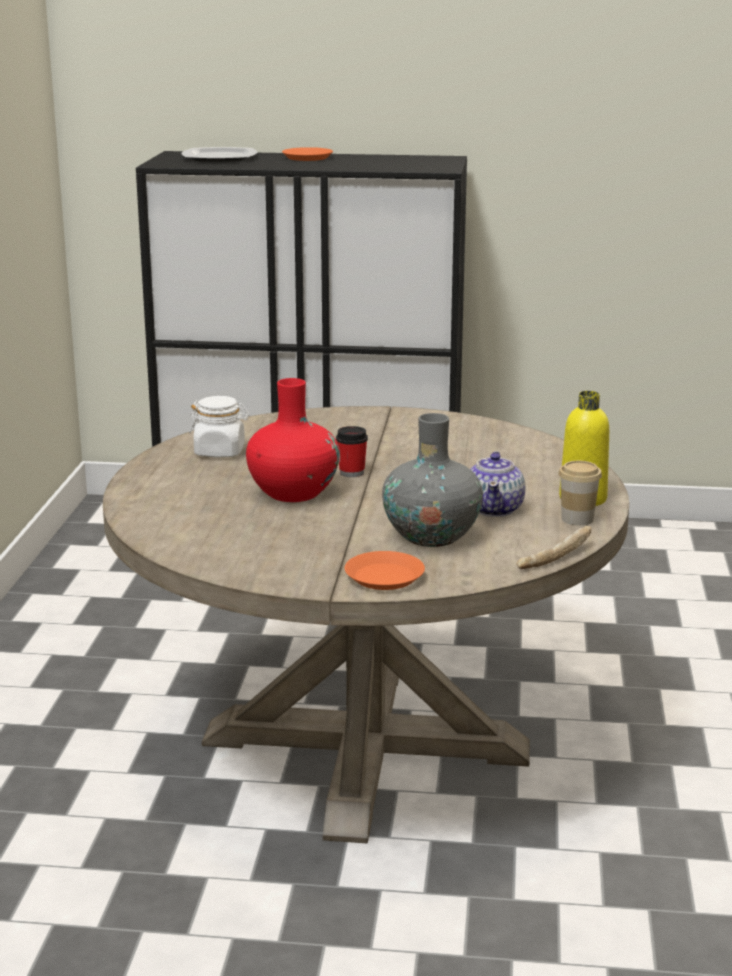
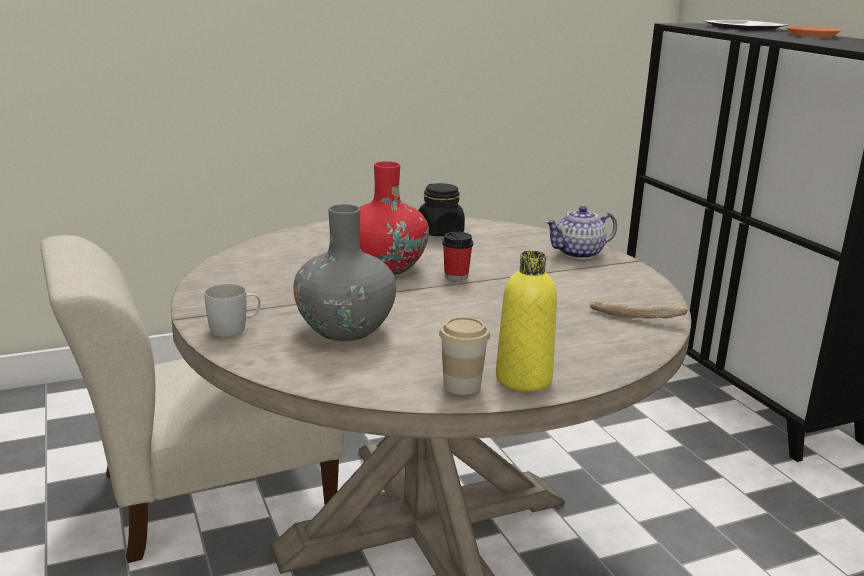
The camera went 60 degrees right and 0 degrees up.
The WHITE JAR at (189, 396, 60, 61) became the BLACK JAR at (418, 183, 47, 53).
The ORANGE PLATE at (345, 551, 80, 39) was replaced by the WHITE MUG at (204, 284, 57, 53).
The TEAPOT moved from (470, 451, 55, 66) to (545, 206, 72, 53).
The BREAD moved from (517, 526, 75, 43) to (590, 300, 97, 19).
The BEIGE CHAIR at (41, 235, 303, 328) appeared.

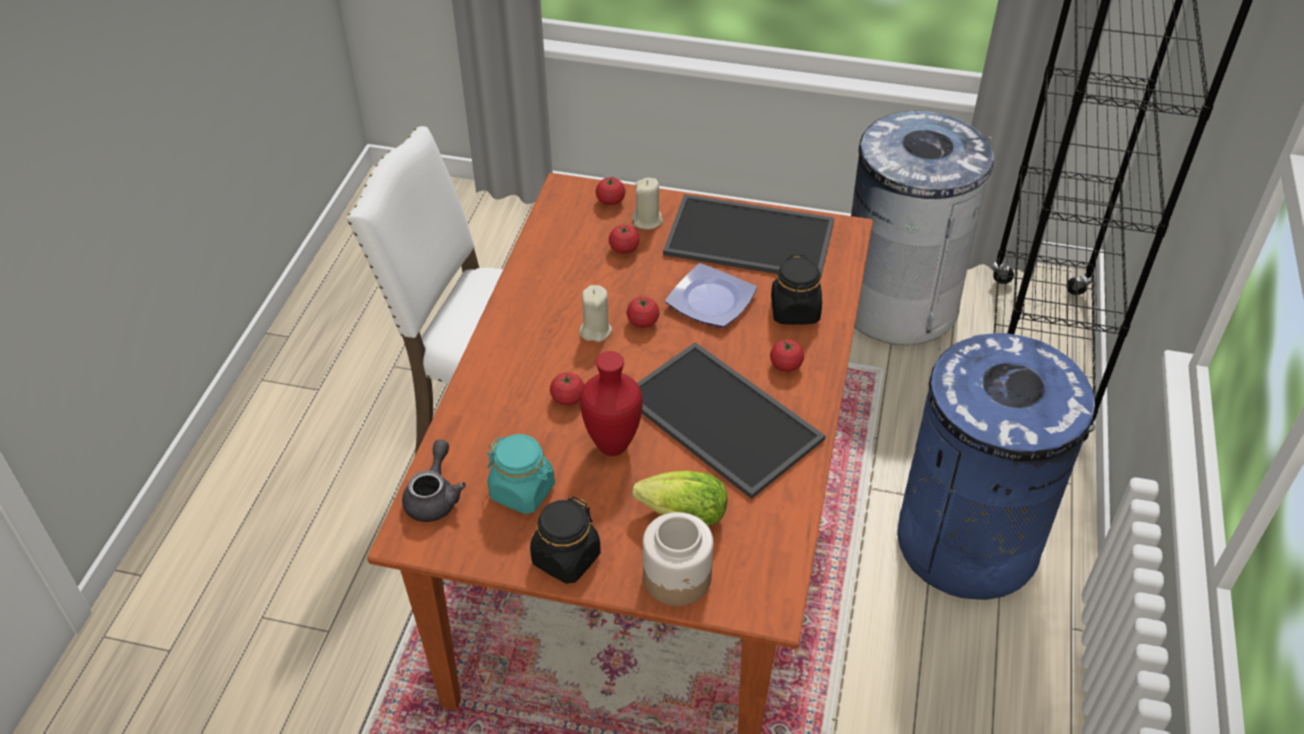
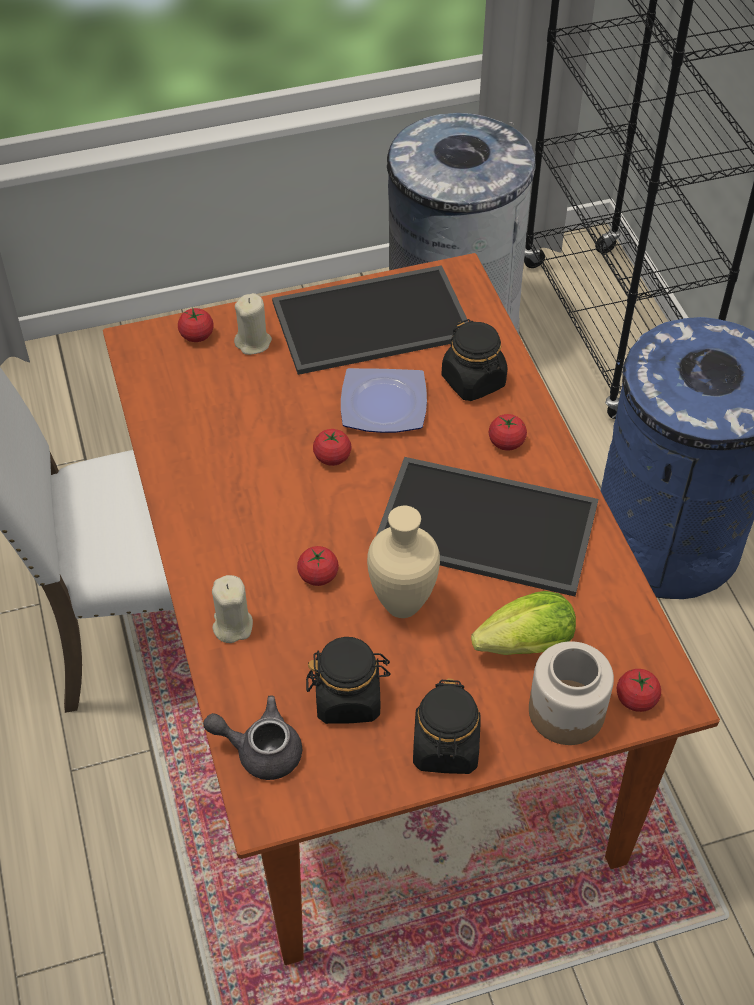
The camera went 30 degrees left and 5 degrees up.
The GREY TEAPOT at (402, 440, 64, 82) turned 60 degrees counterclockwise.
The TURQUOISE JAR at (487, 434, 68, 80) became the BLACK JAR at (306, 637, 85, 87).
The BEIGE CANDLE moved from (580, 285, 32, 57) to (212, 575, 41, 68).
The RED VASE at (580, 351, 63, 105) became the BEIGE VASE at (367, 506, 73, 112).
The TOMATO moved from (609, 225, 31, 29) to (617, 669, 44, 43).

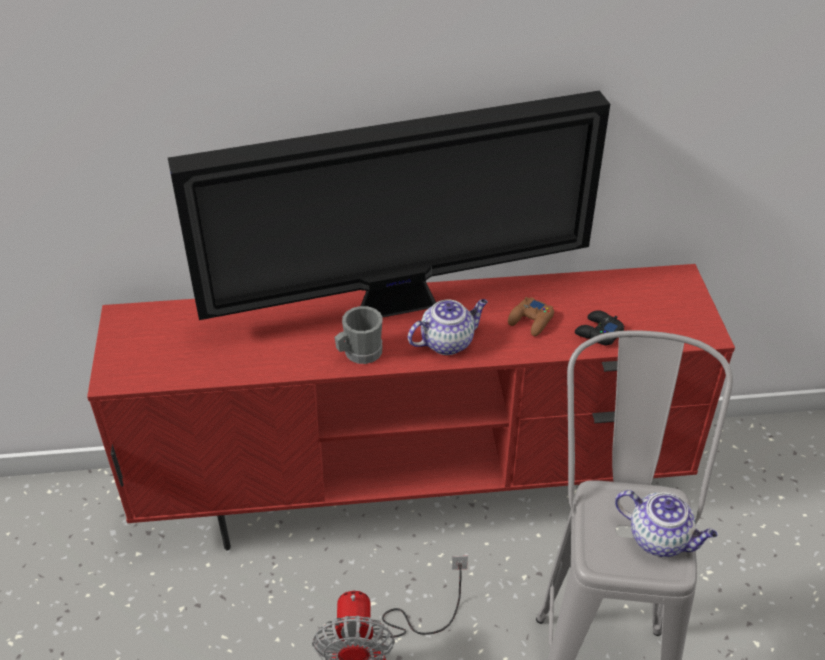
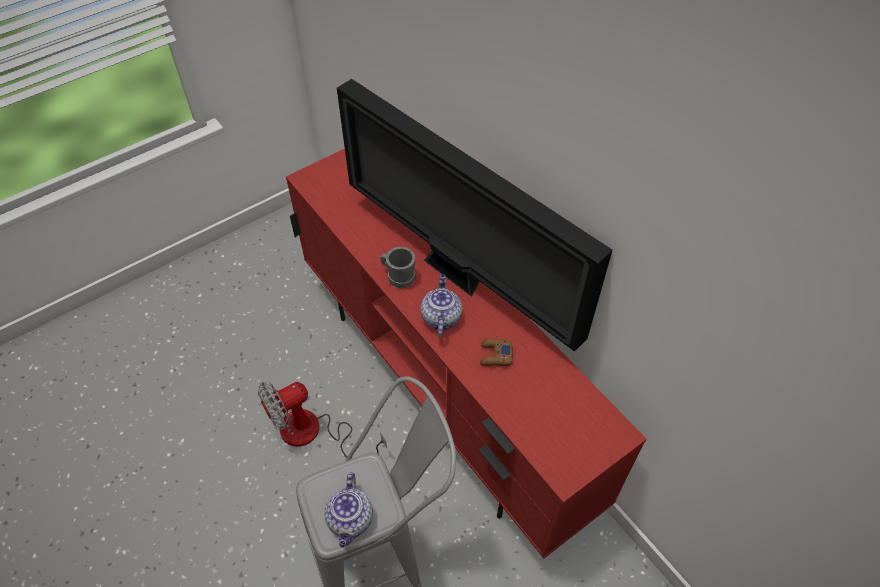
The camera went 60 degrees right and 10 degrees up.
The TEAPOT at (408, 299, 80, 56) turned 120 degrees counterclockwise.
The BLACK GAME CONTROLLER at (575, 310, 49, 35) disappeared.

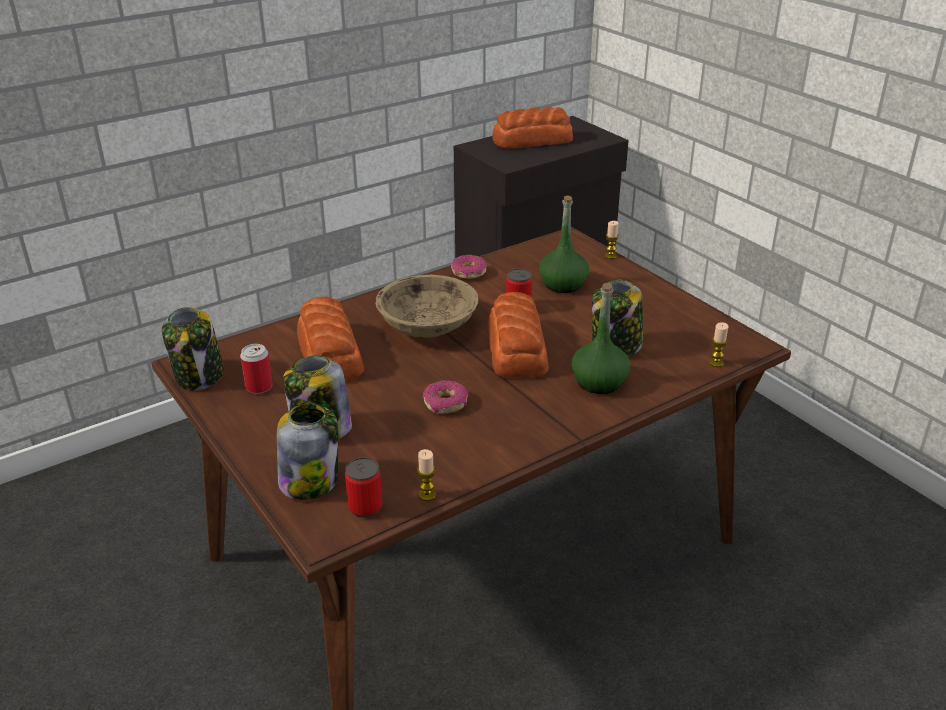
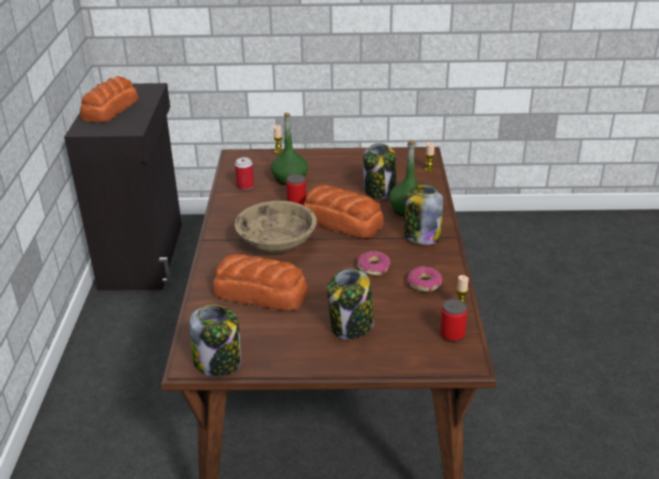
The camera went 55 degrees left and 0 degrees up.
The CAN moved from (240, 344, 33, 50) to (235, 157, 19, 33).
The JAR moved from (277, 403, 61, 97) to (404, 184, 39, 61).
The DONUT moved from (451, 254, 36, 25) to (407, 266, 36, 26).

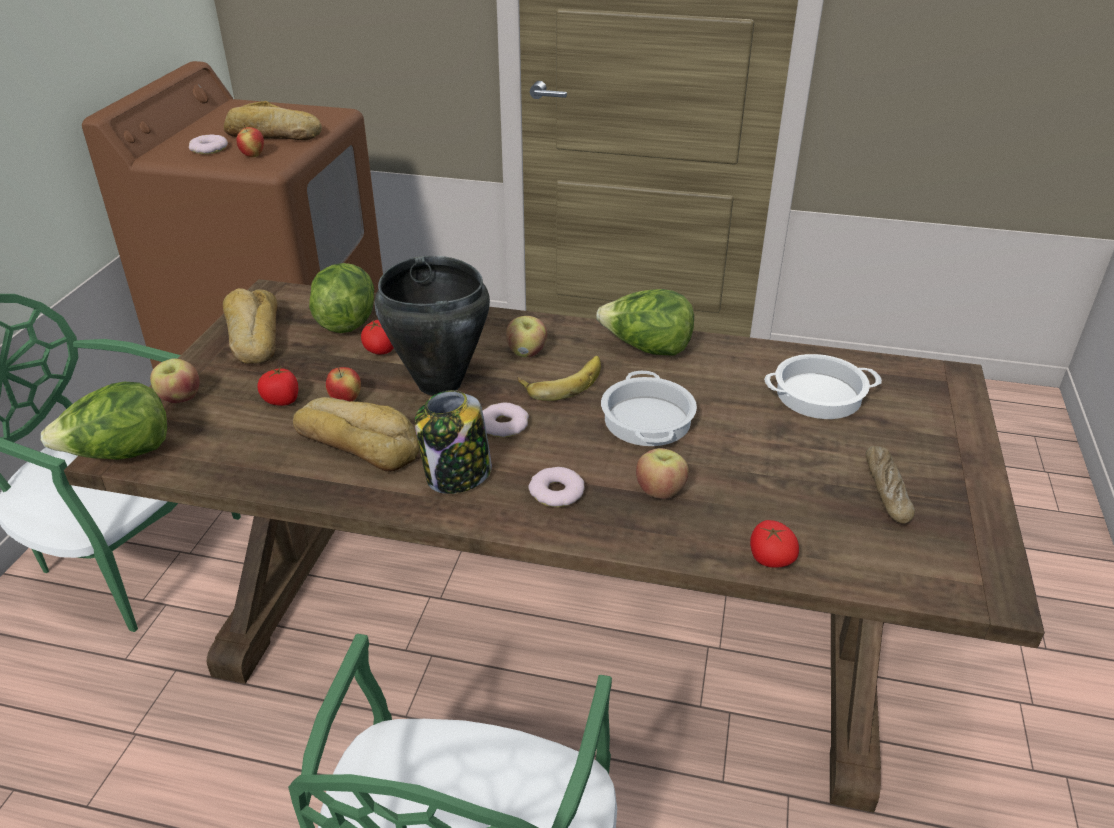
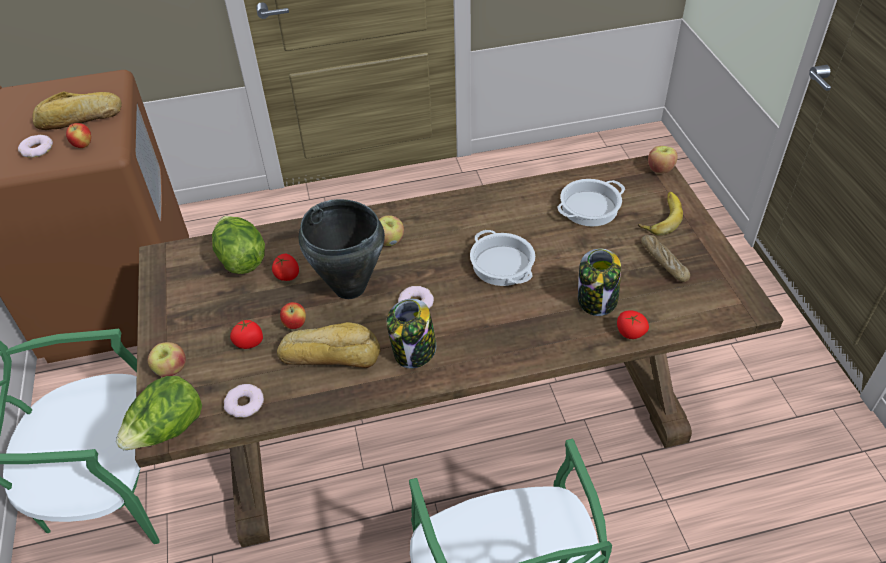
The camera went 25 degrees left and 10 degrees up.
The BREAD at (223, 288, 55, 76) disappeared.
The BANANA moved from (518, 356, 83, 45) to (638, 192, 45, 44).
The DONUT moved from (528, 467, 57, 40) to (224, 384, 40, 34).
The LETTUCE at (596, 289, 98, 67) disappeared.
The APPLE moved from (636, 448, 53, 51) to (648, 146, 30, 28).
The JAR at (578, 249, 43, 67) appeared.

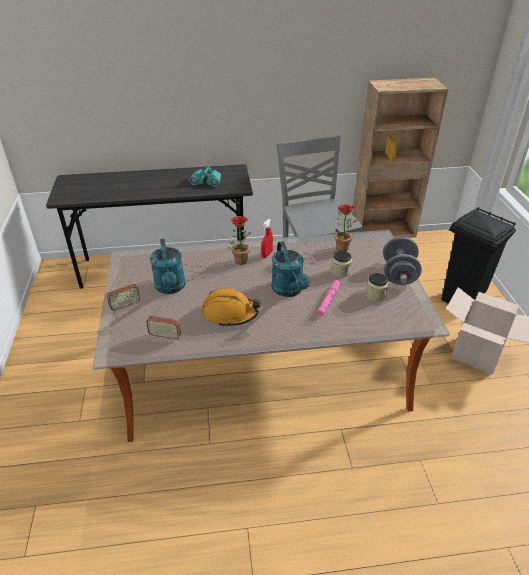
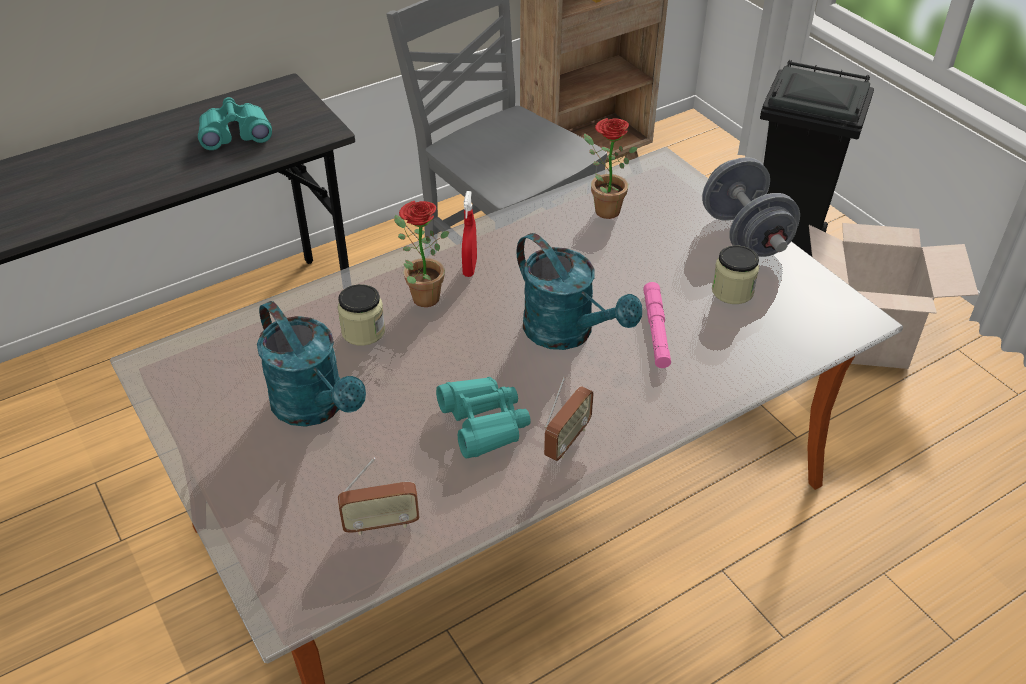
The camera went 25 degrees left and 5 degrees up.
The RADIO moved from (106, 274, 34, 37) to (544, 377, 50, 84).
The ORANGE HARD HAT at (202, 288, 59, 39) was replaced by the TURQUOISE BINOCULARS at (436, 377, 95, 81).
The JAR moved from (331, 250, 21, 27) to (338, 284, 47, 62).

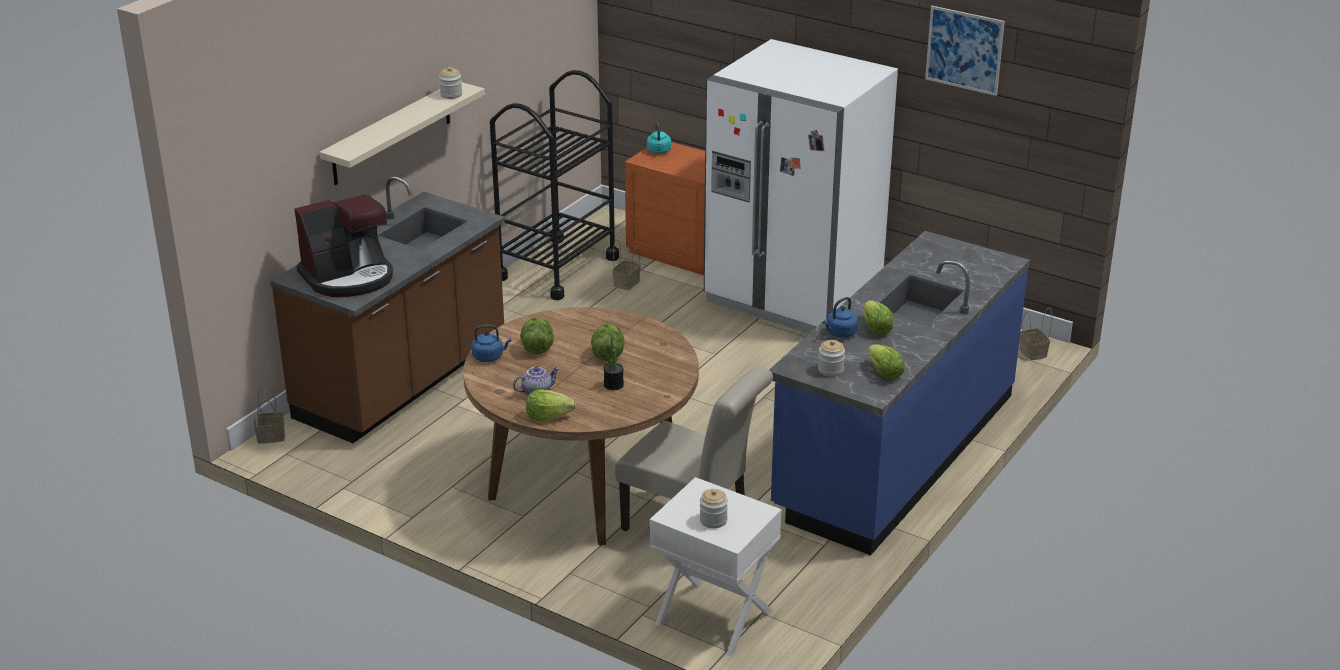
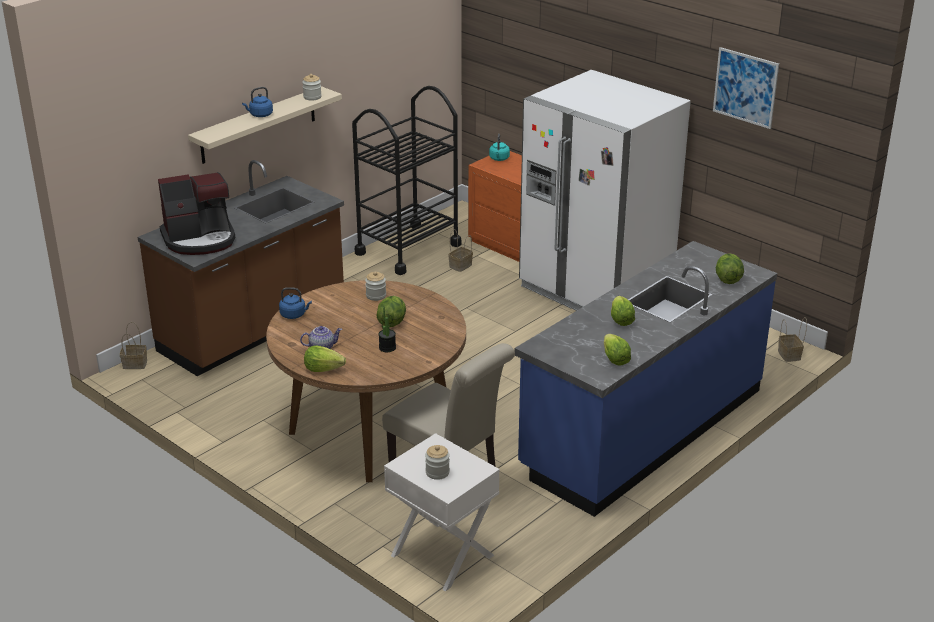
The camera went 10 degrees right and 0 degrees up.
The LETTUCE moved from (520, 317, 34, 37) to (716, 253, 28, 31).
The JAR moved from (818, 340, 27, 37) to (365, 271, 21, 30).
The BLUE KETTLE moved from (823, 297, 35, 40) to (242, 87, 31, 30).

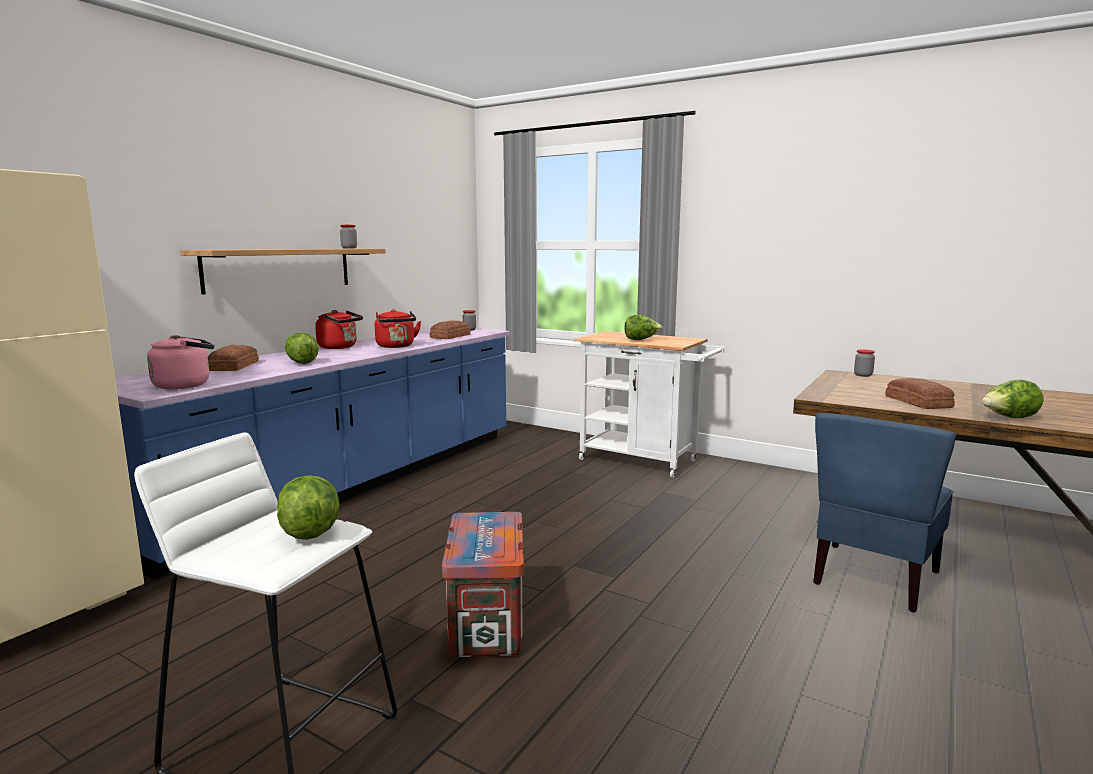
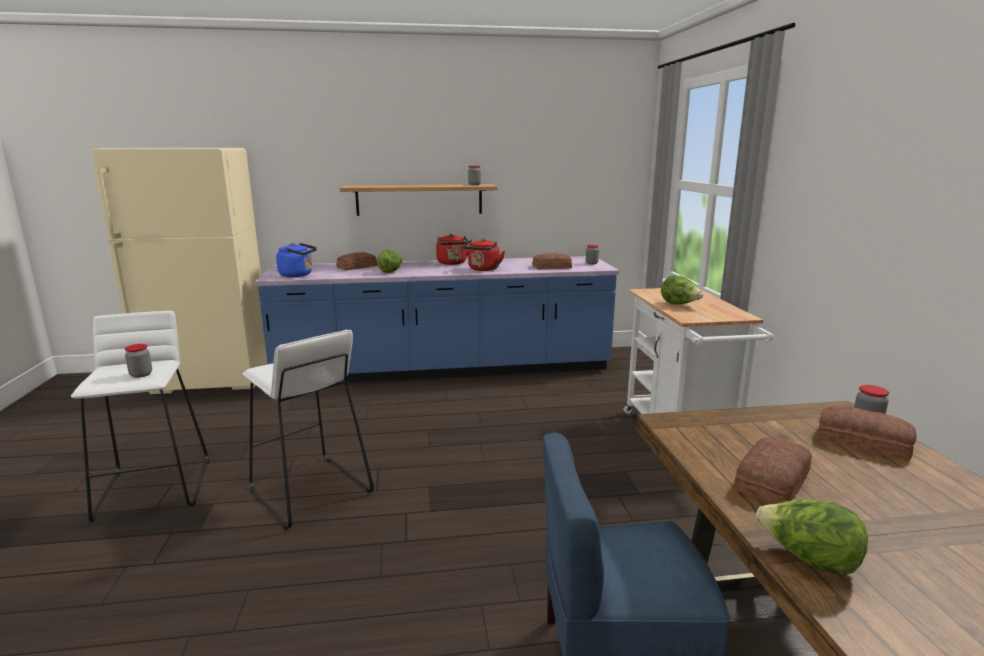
The camera went 50 degrees right and 5 degrees up.
The PINK KETTLE at (147, 335, 67, 54) became the BLUE KETTLE at (276, 243, 41, 34).
The LETTUCE at (277, 476, 63, 64) was replaced by the JAR at (125, 344, 27, 34).
The CRATE at (442, 512, 82, 145) was replaced by the WHITE STOOL at (243, 330, 131, 199).
The BREAD at (817, 406, 100, 54) appeared.

